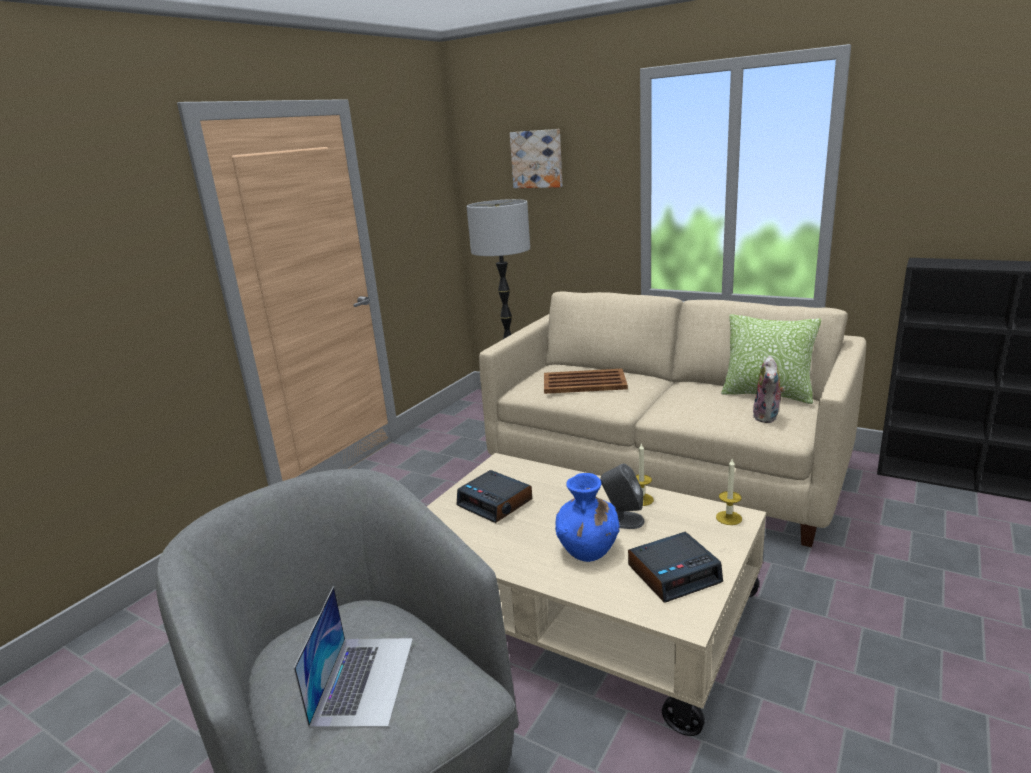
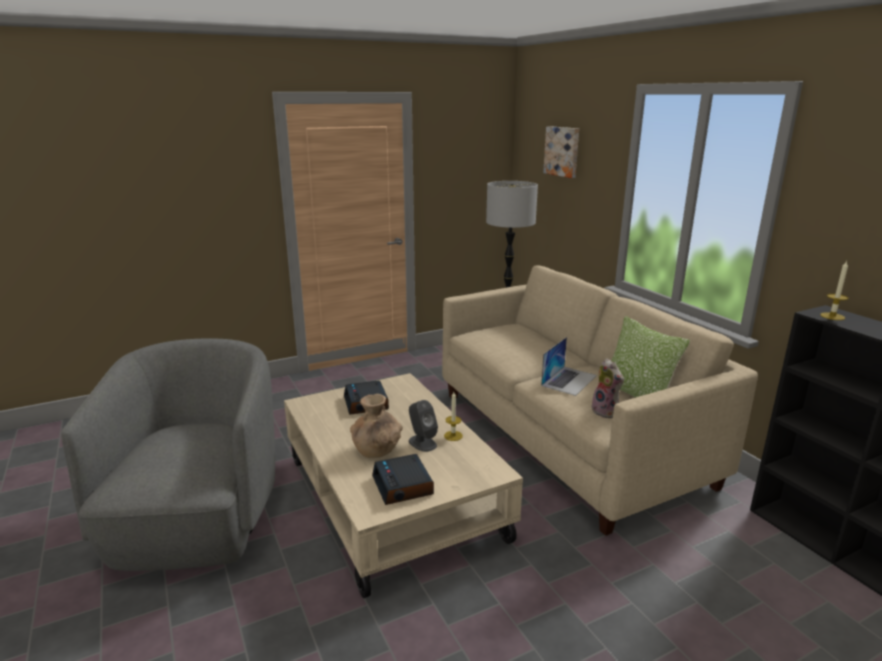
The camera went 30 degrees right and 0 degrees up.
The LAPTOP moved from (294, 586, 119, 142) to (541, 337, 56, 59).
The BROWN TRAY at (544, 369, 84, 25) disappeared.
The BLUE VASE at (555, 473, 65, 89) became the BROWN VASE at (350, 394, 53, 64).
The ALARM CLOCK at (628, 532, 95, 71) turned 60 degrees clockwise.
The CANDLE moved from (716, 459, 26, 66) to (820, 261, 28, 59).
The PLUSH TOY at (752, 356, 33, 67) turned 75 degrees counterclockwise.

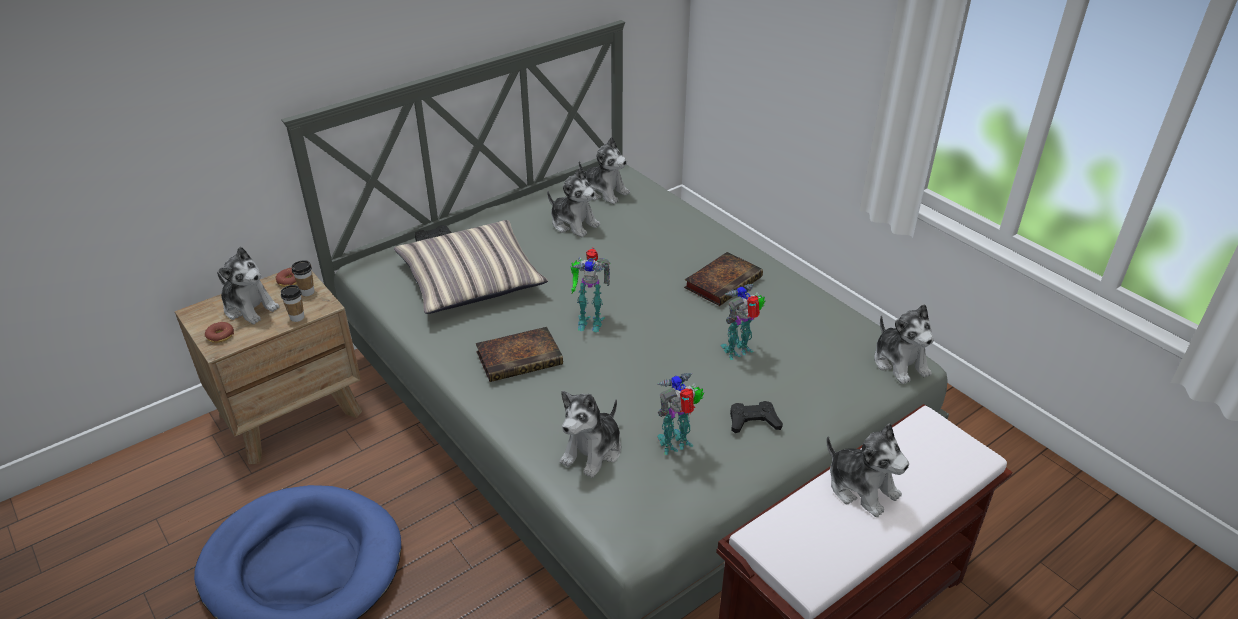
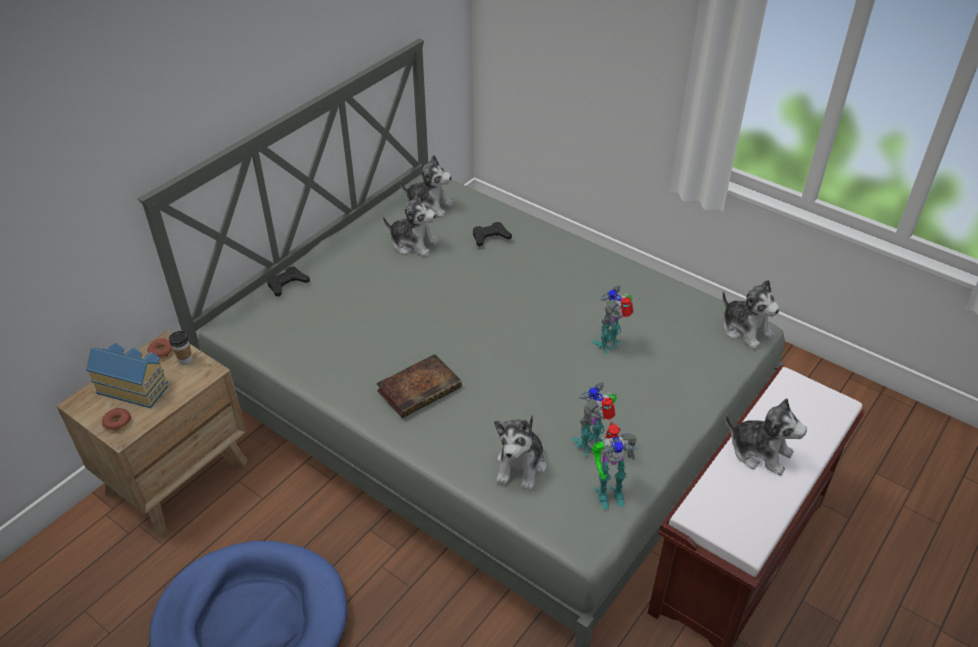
The camera went 15 degrees left and 5 degrees up.
The PLUSH TOY at (217, 247, 63, 77) was replaced by the TOY HOUSE at (86, 343, 82, 65).
The CUP at (281, 285, 23, 37) disappeared.
The PILLOW at (394, 220, 154, 94) disappeared.
The TOY ROBOT moved from (570, 248, 40, 85) to (592, 422, 46, 87).
The BOOK at (684, 252, 79, 54) disappeared.
The BLACK GAME CONTROLLER moved from (730, 401, 53, 32) to (473, 222, 39, 25).

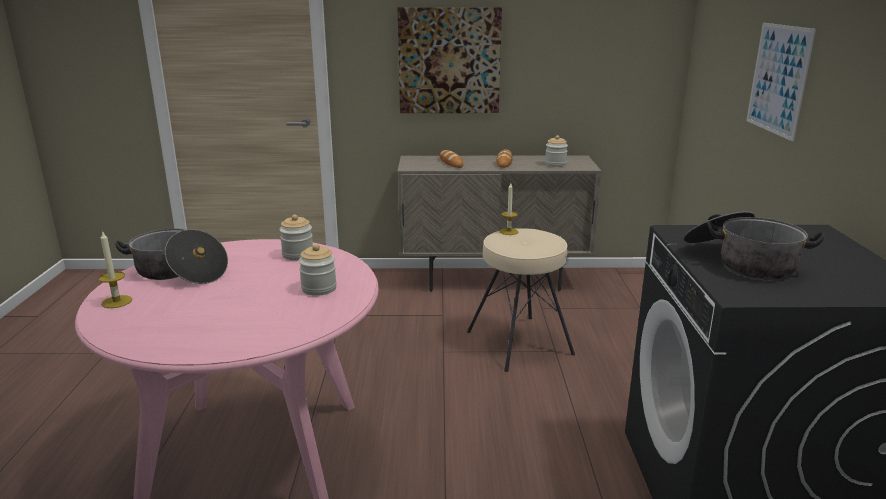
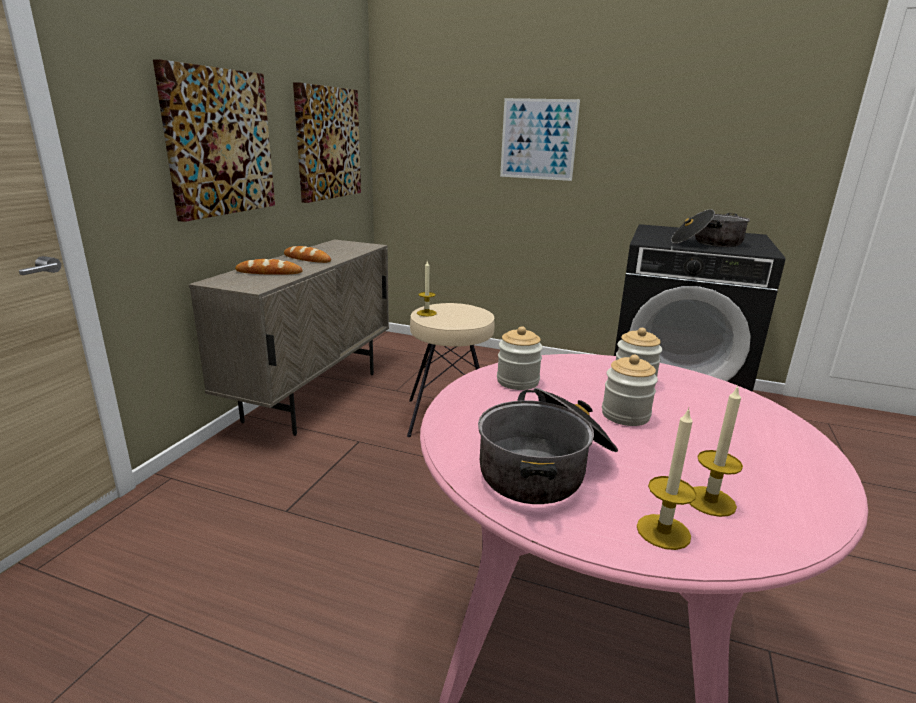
The camera went 70 degrees left and 0 degrees up.
The JAR moved from (545, 135, 23, 32) to (602, 355, 56, 71).
The PICTURE at (293, 82, 68, 121) appeared.
The CANDLE at (689, 385, 54, 132) appeared.

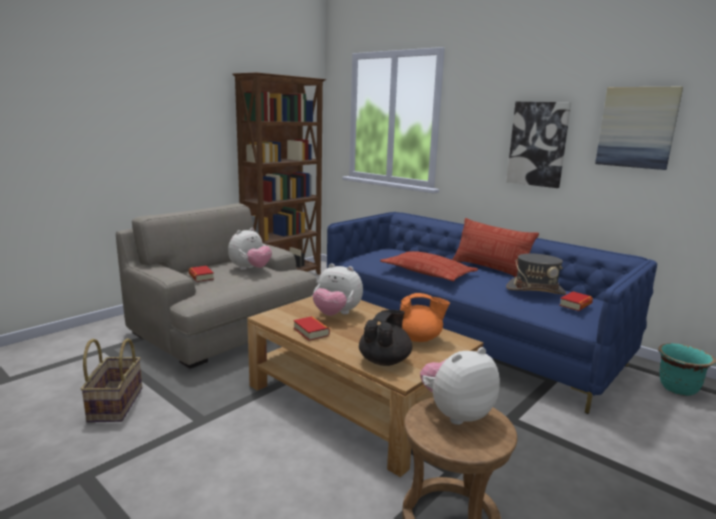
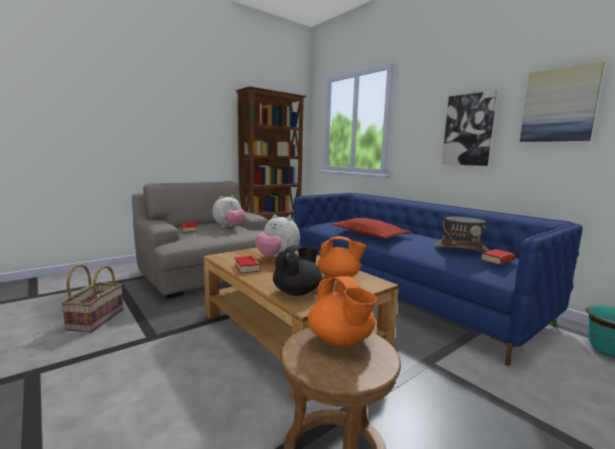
The camera went 10 degrees right and 5 degrees down.
The PLUSH TOY at (420, 347, 80, 78) was replaced by the ORANGE TEAPOT at (308, 276, 69, 71).
The PILLOW at (452, 218, 87, 59) disappeared.

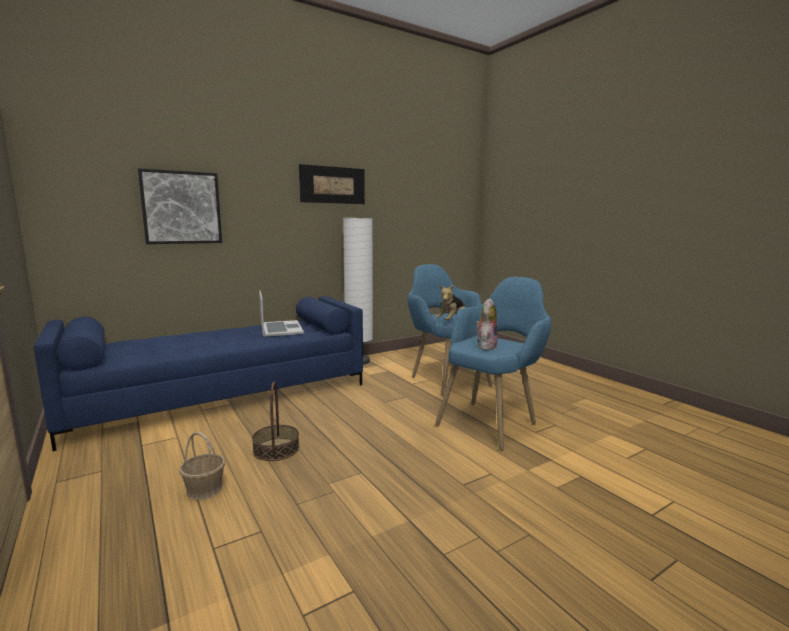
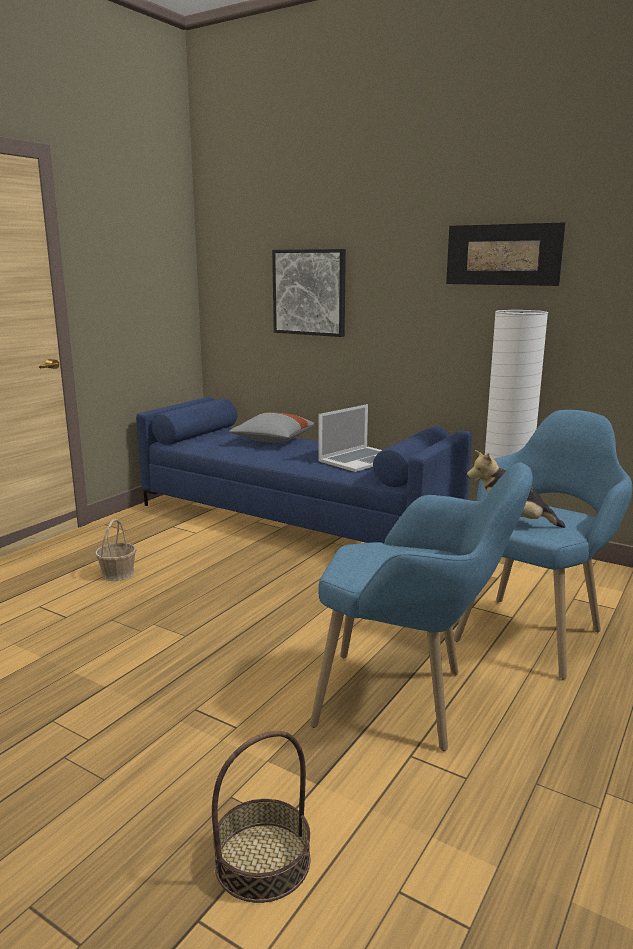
The camera went 65 degrees right and 5 degrees up.
The BASKET moved from (252, 381, 47, 80) to (212, 731, 99, 172).
The PLUSH TOY at (476, 298, 21, 52) disappeared.
The GREY PILLOW at (229, 412, 85, 31) appeared.

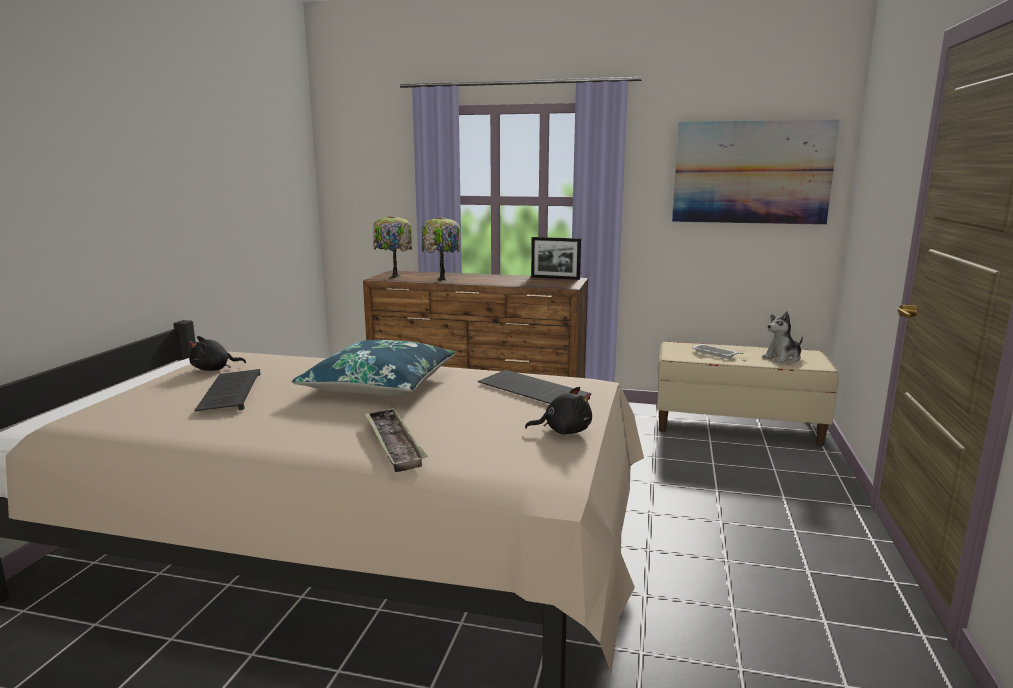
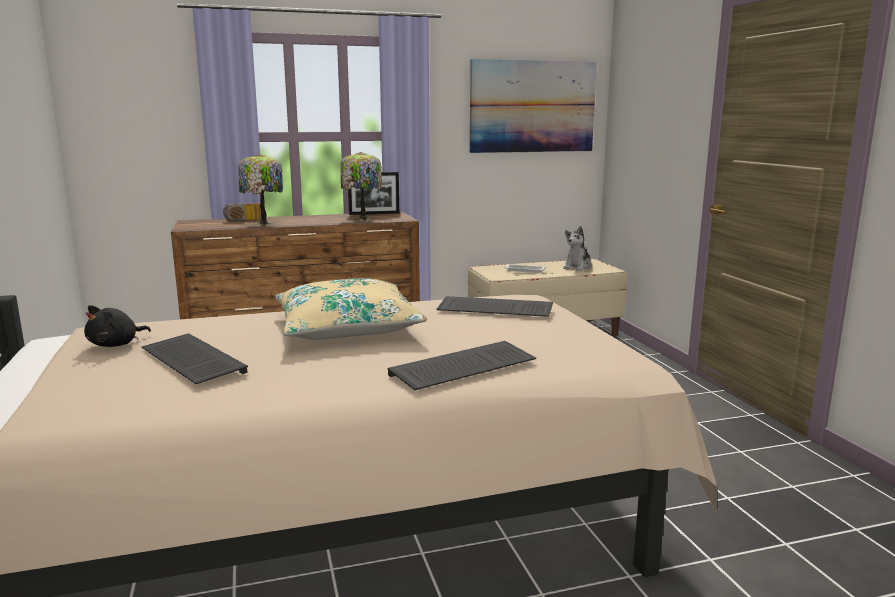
The camera went 30 degrees left and 0 degrees up.
The BLUE PILLOW at (291, 340, 165, 56) became the BEIGE PILLOW at (275, 278, 152, 62).
The TRAY at (365, 408, 63, 64) was replaced by the KEYBOARD at (388, 341, 148, 49).
The TABLE LAMP moved from (373, 215, 39, 64) to (341, 152, 41, 68).
The BLACK PLUSH TOY at (525, 387, 67, 48) disappeared.
The RADIO at (223, 203, 39, 19) appeared.

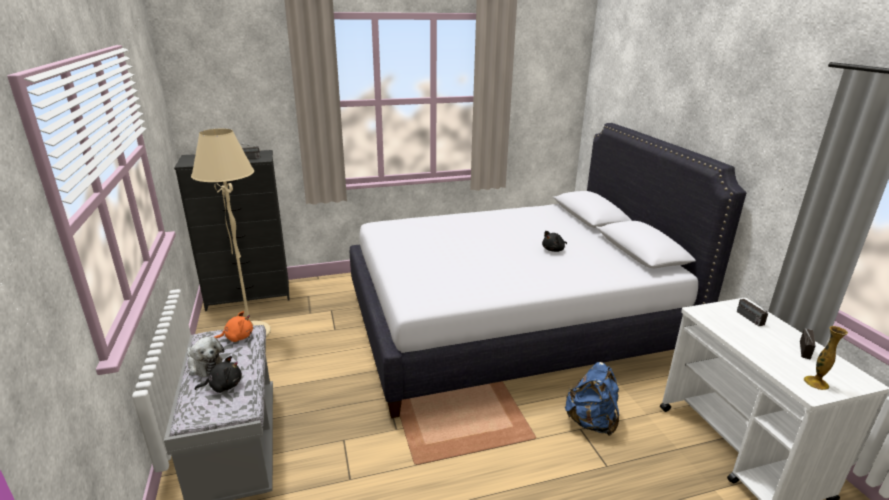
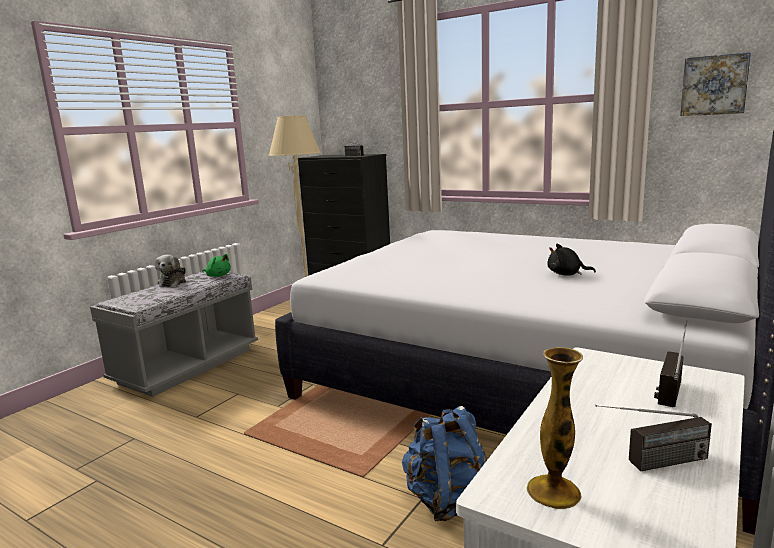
The camera went 50 degrees right and 10 degrees down.
The BLACK PLUSH TOY at (195, 356, 47, 37) disappeared.
The ORANGE PLUSH TOY at (215, 311, 38, 31) became the GREEN PLUSH TOY at (202, 254, 29, 23).
The PICTURE at (680, 52, 71, 64) appeared.

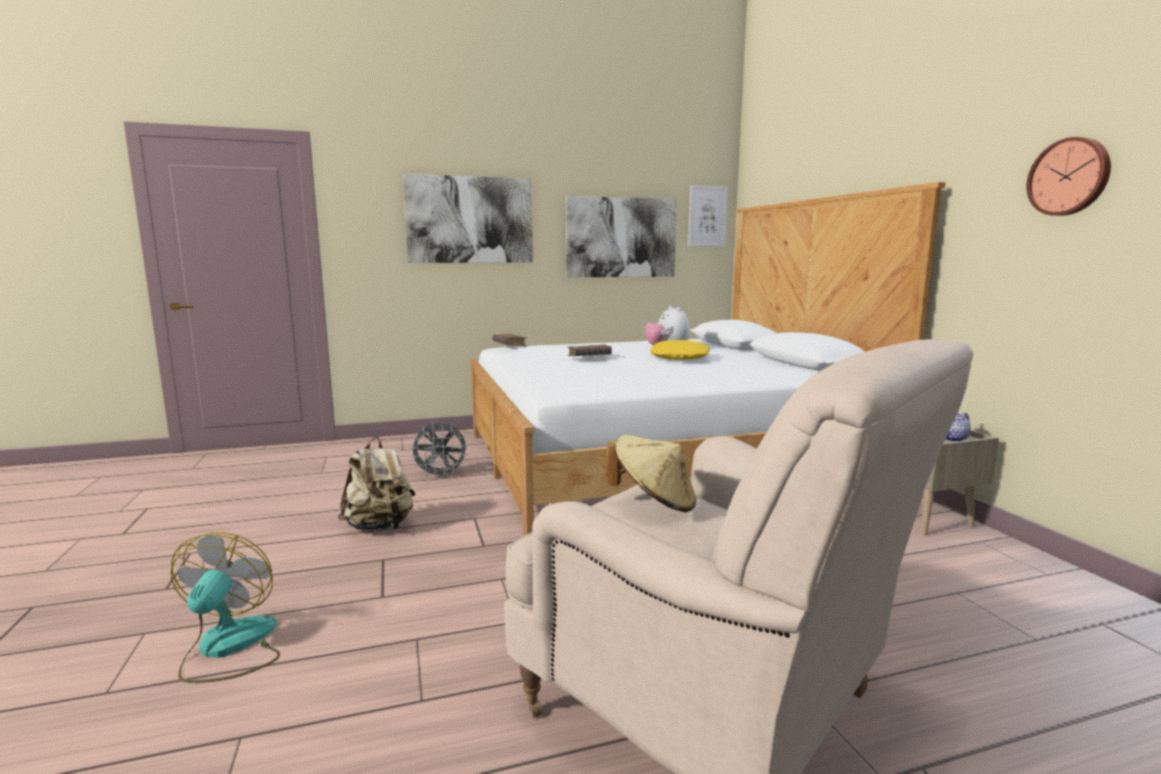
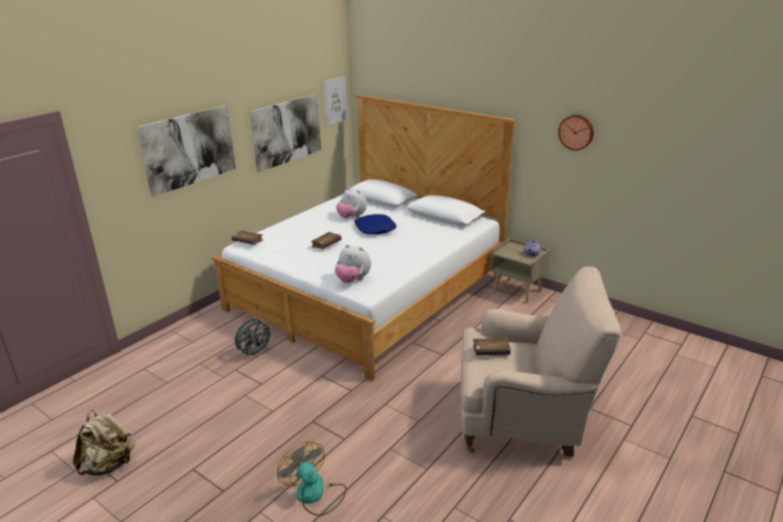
The camera went 35 degrees left and 15 degrees up.
The BEIGE BACKPACK moved from (338, 437, 77, 93) to (73, 410, 62, 65).
The BEIGE HAT at (606, 435, 90, 77) was replaced by the BROWN BOOK at (473, 338, 38, 18).
The YELLOW PILLOW at (649, 340, 61, 20) became the BLUE PILLOW at (354, 214, 43, 20).
The PLUSH TOY at (335, 245, 36, 38) appeared.

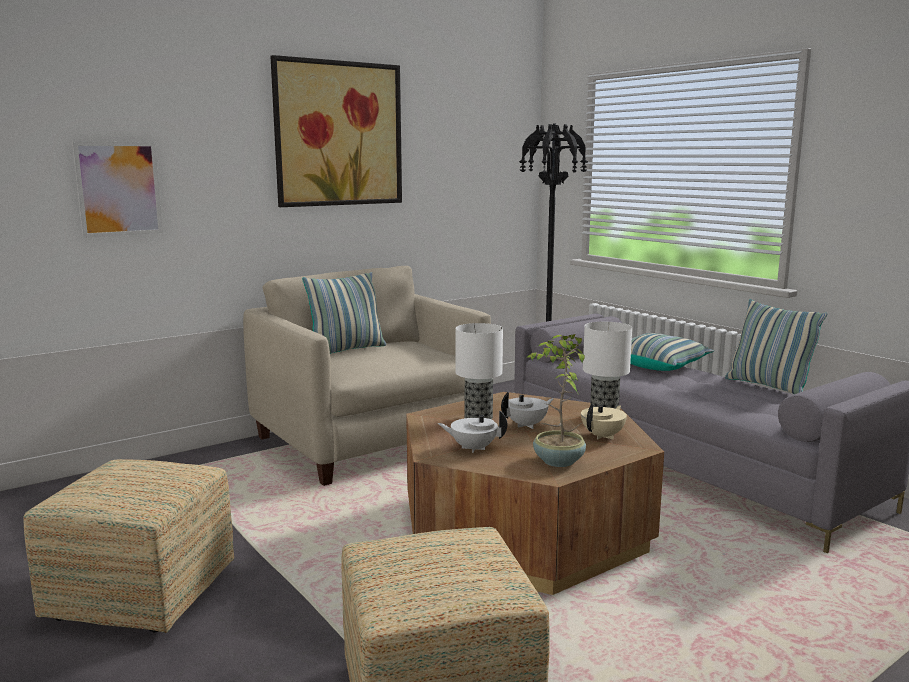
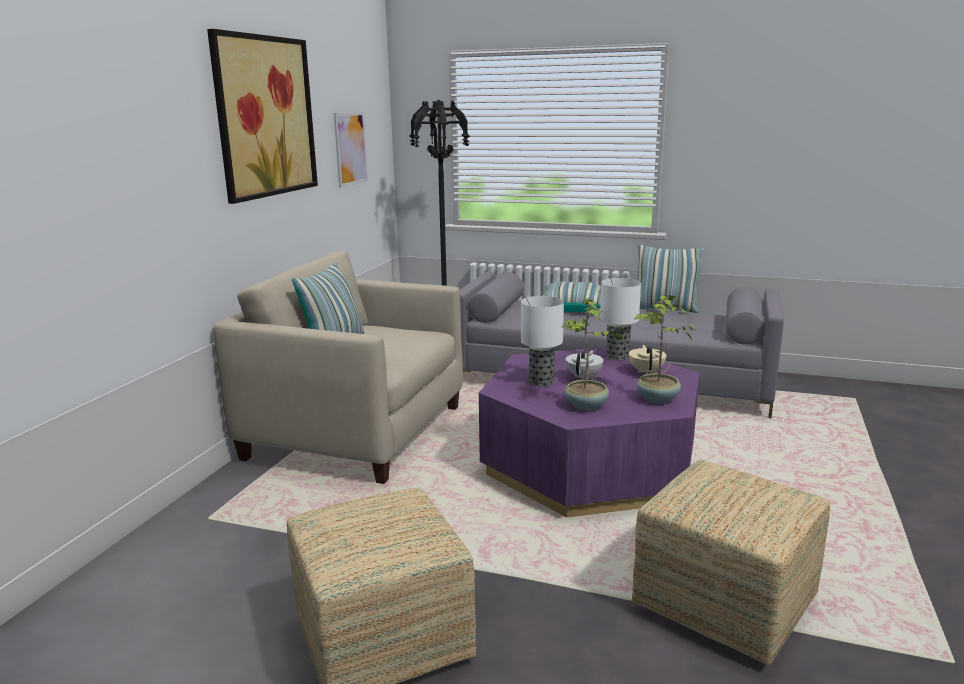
The camera went 35 degrees left and 5 degrees up.
The PICTURE moved from (72, 141, 91, 97) to (334, 112, 34, 76).
The BROWN COFFEE TABLE at (406, 392, 258, 203) became the PURPLE COFFEE TABLE at (479, 347, 220, 171).
The WHITE TEAPOT at (438, 411, 69, 42) was replaced by the POTTED PLANT at (562, 298, 62, 113).

